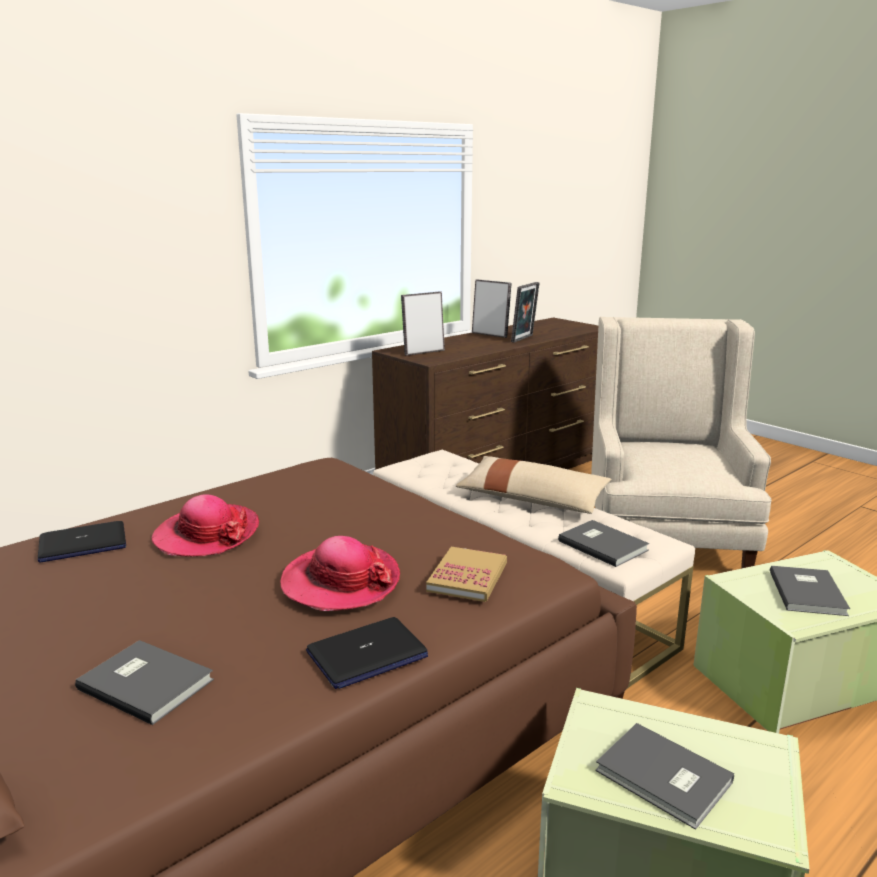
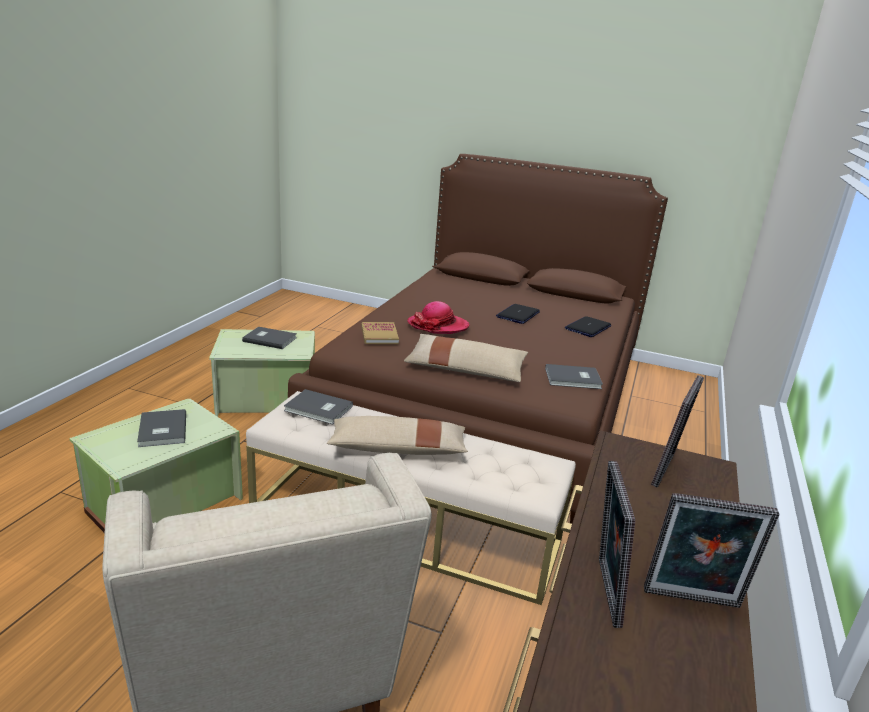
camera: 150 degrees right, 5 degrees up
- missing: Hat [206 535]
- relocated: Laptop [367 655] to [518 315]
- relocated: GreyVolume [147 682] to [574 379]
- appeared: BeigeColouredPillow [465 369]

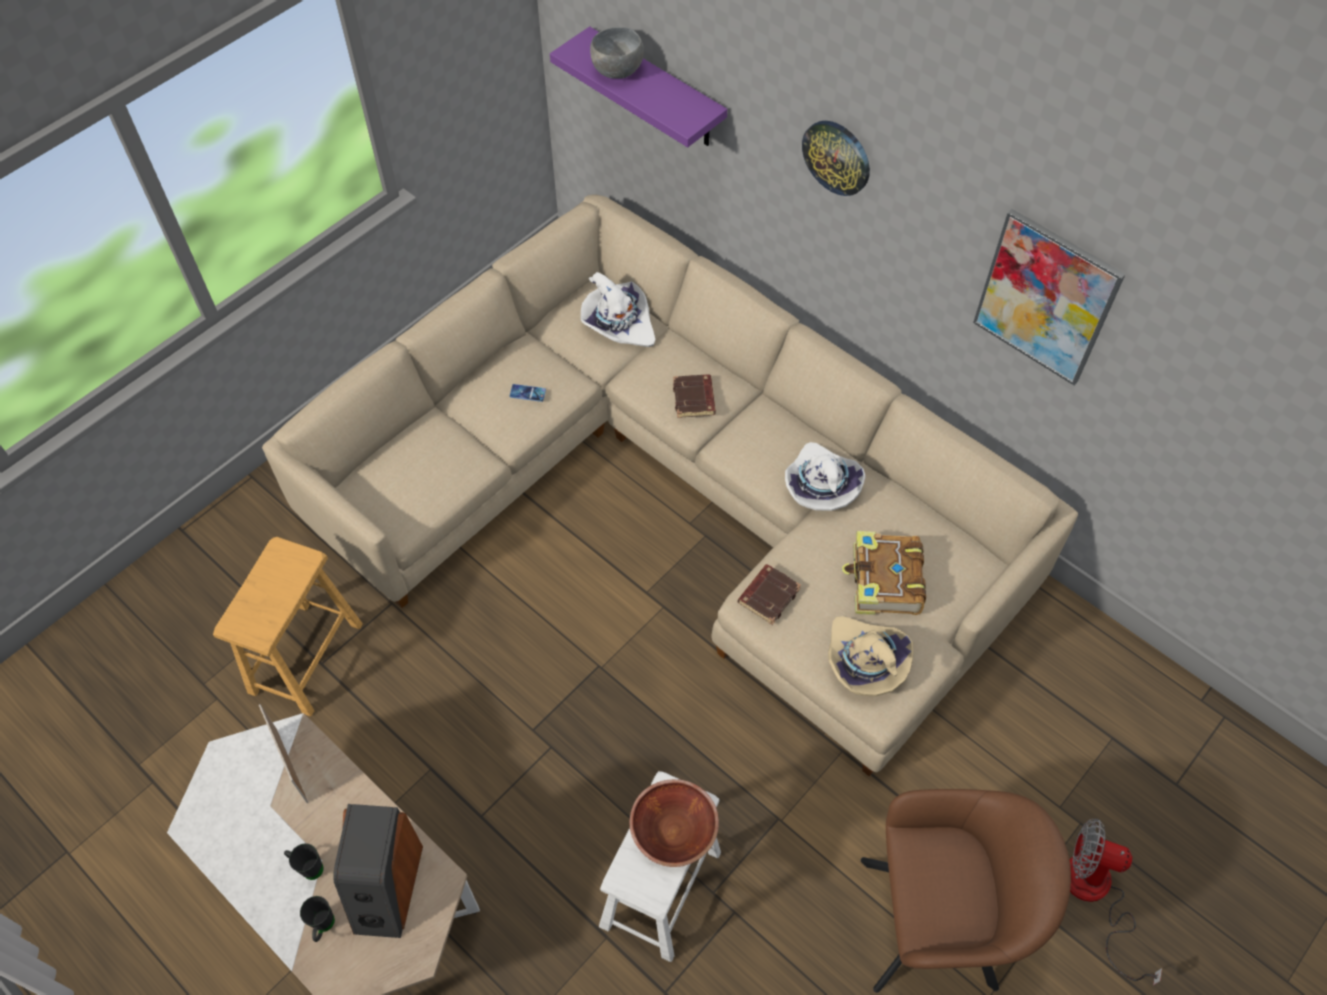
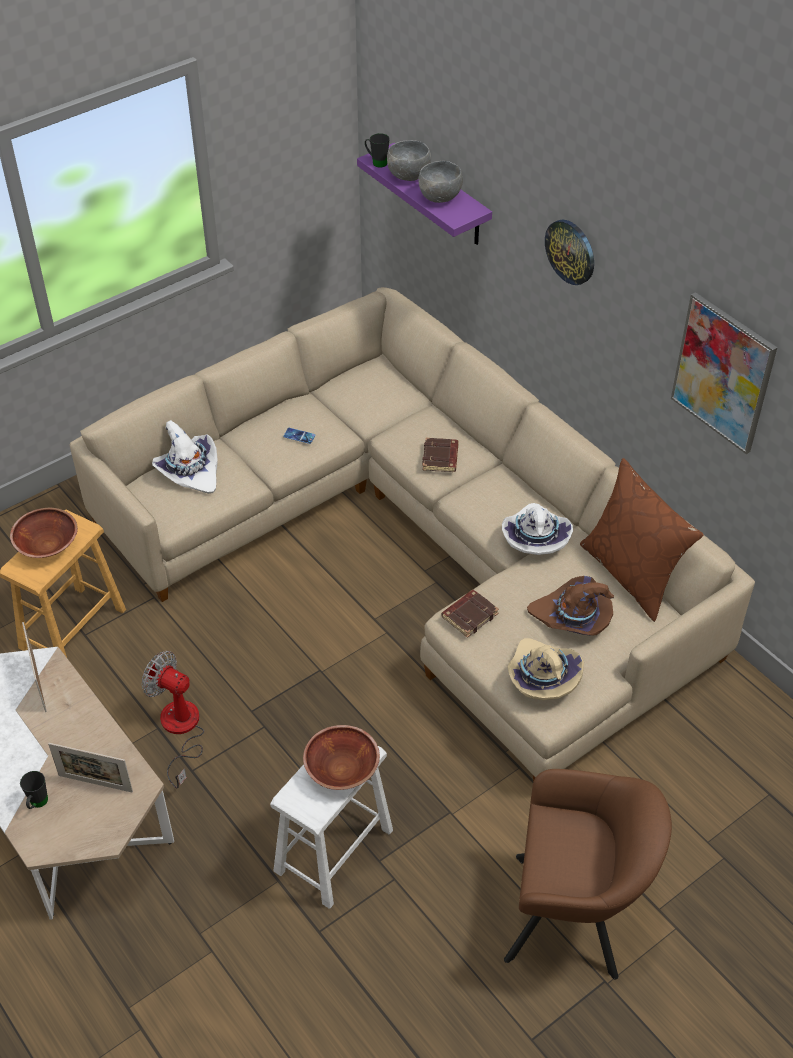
camera: 10 degrees right, 10 degrees down
- relocated: WhiteHat [618 323] to [189 470]
- exchanged: Volume [884 582] to BrownHat [573 617]
- exchanged: AudioSpeaker [386 887] to PhotoFrame [95 783]
- relocated: Fan [1095 896] to [180 730]
- relocated: BlackishMug [308 867] to [376 162]
- appeared: GreyBowl [440 198]
- appeared: BrownPillow [631 574]
- appeared: BrownBowl [47 545]

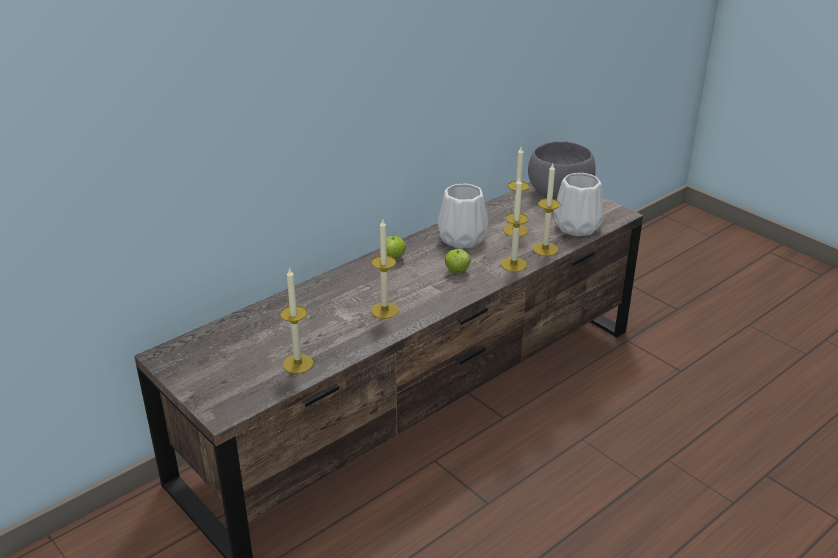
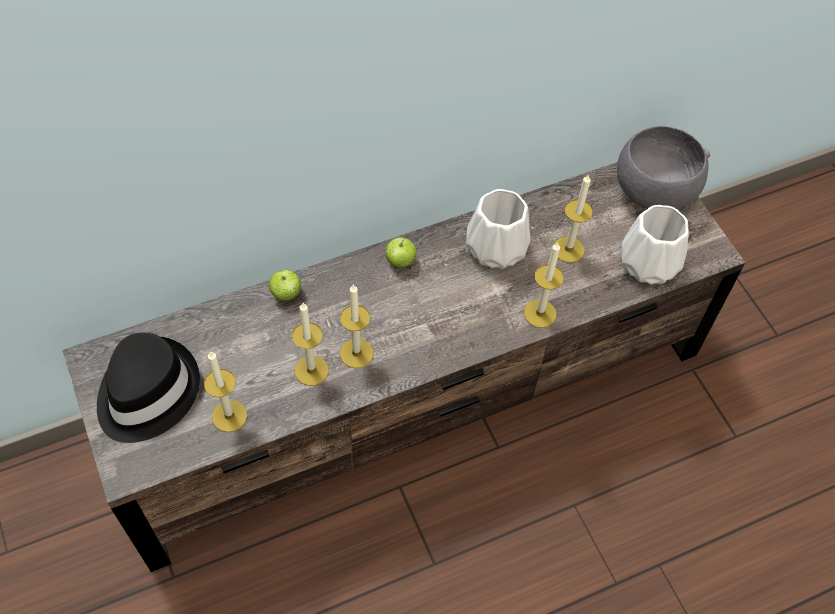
camera: 15 degrees right, 25 degrees up
- relocated: Candle [545 249] to [311 370]
- relocated: Apple [457 271] to [286 293]
- appeared: BlackishHat [146 392]

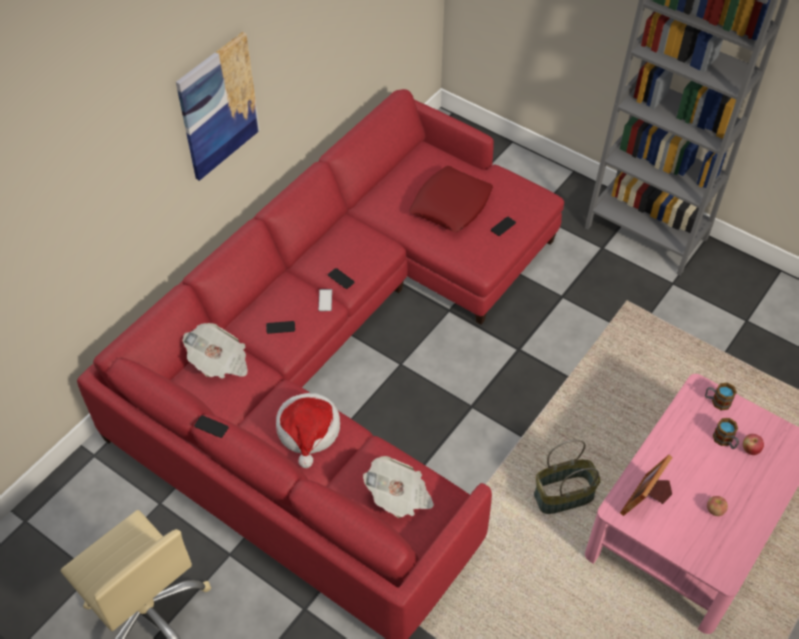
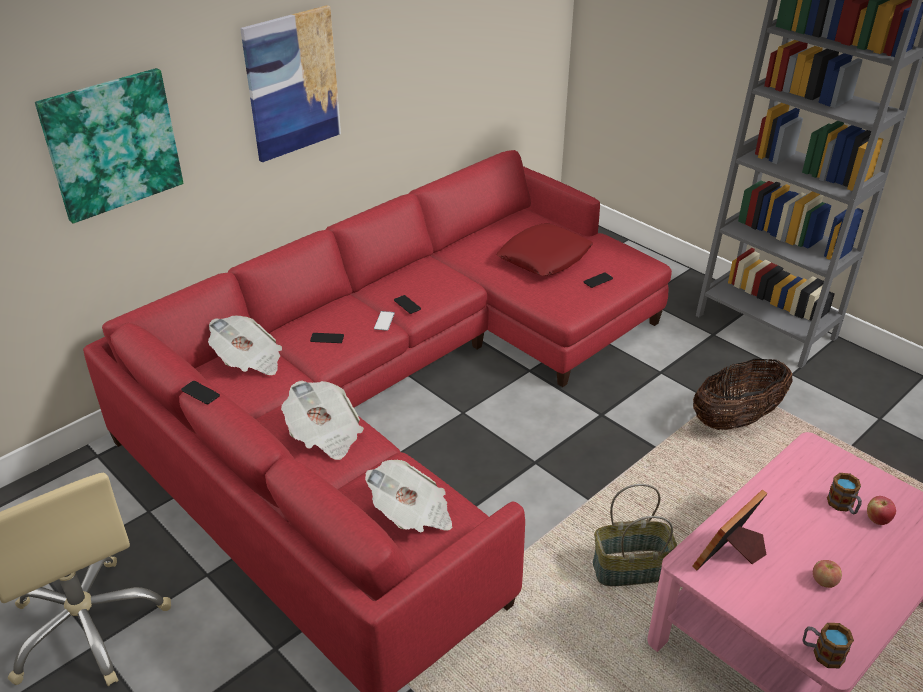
camera: 10 degrees right, 15 degrees down
- relocated: Mug [717 401] to [822 653]
- exchanged: Hat [308 431] to DailyPaper [325 435]
- appeared: WallPicture [112 144]
- appeared: HouseholdBasket [736 419]

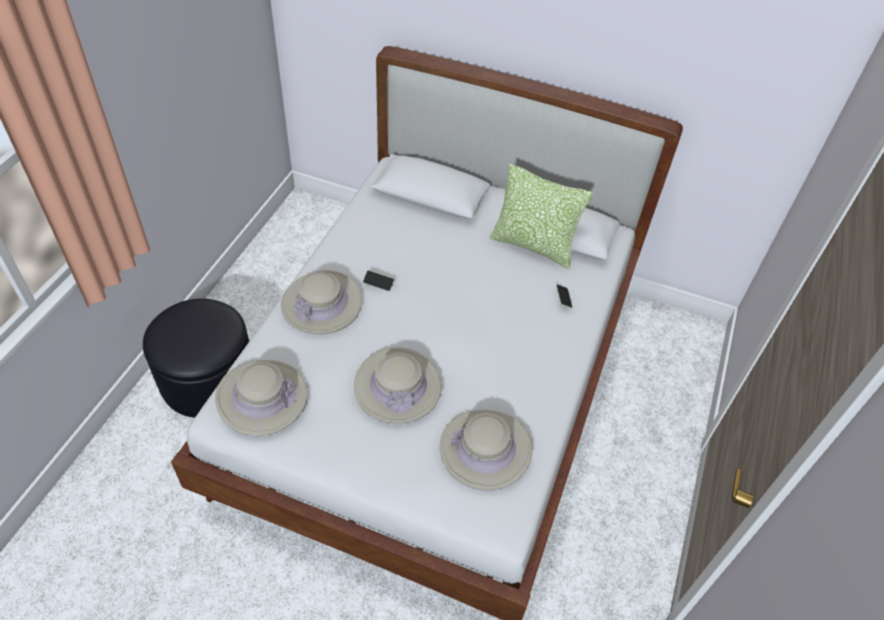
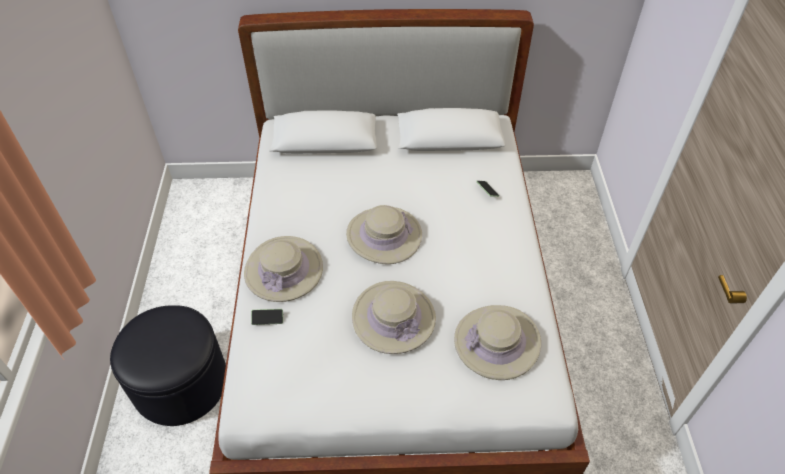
camera: 20 degrees left, 0 degrees up
- missing: Pillow [533 245]
- relocated: Telephone [378 283] to [267 319]
- relocated: BeigeColouredHat [262 397] to [384 235]

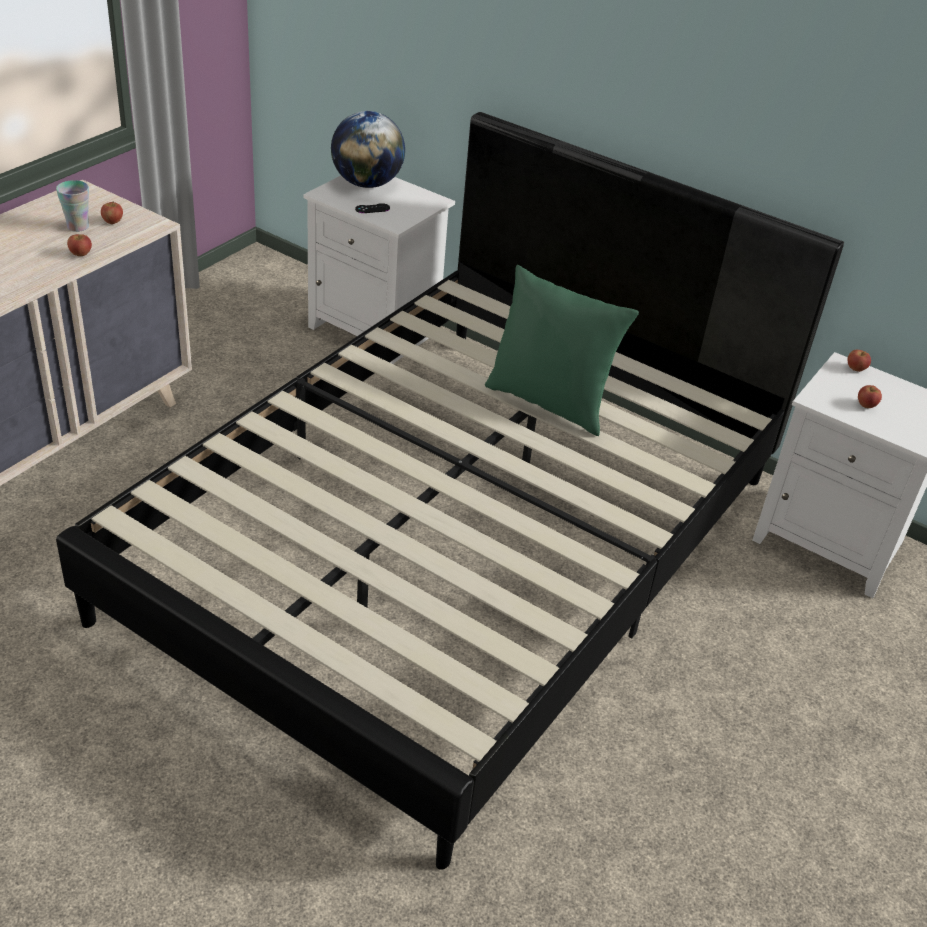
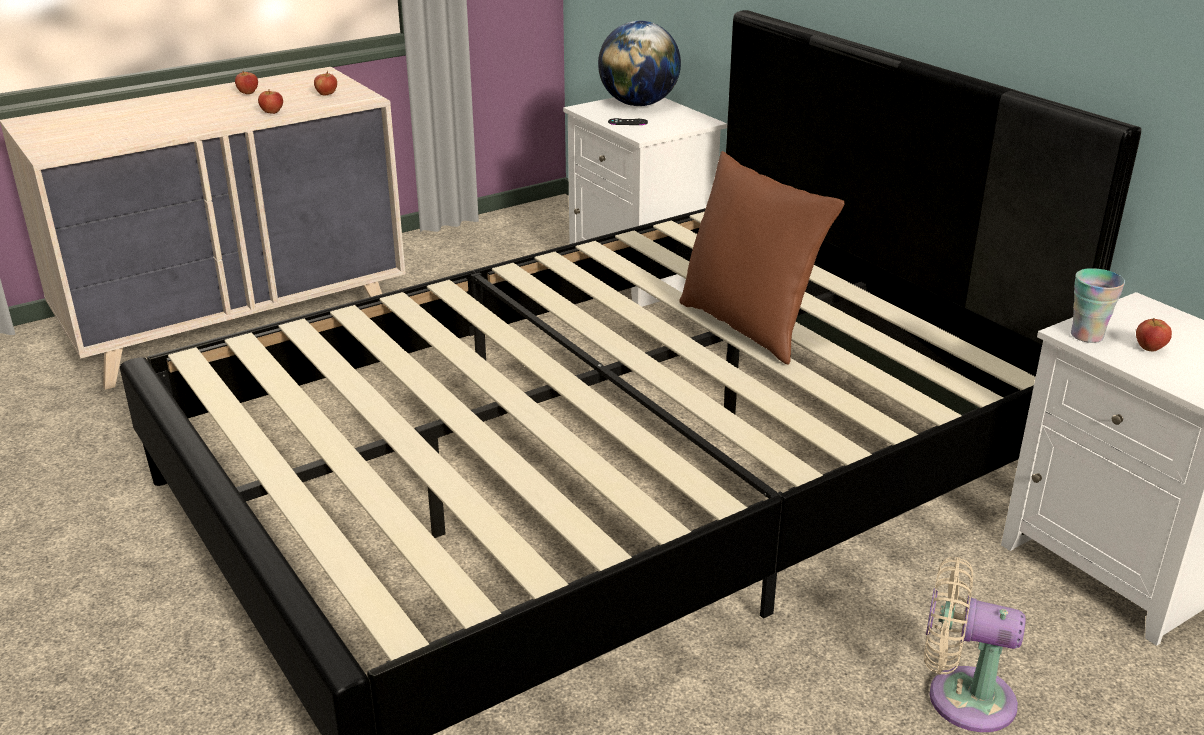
camera: 25 degrees right, 10 degrees down
- relocated: Cup [78 226] to [1087 336]
- colour: GreenPillow [549 402] to BrownPillow [749 326]
- relocated: Apple [855 369] to [248 93]
- appeared: BeigeColouredFan [961 697]

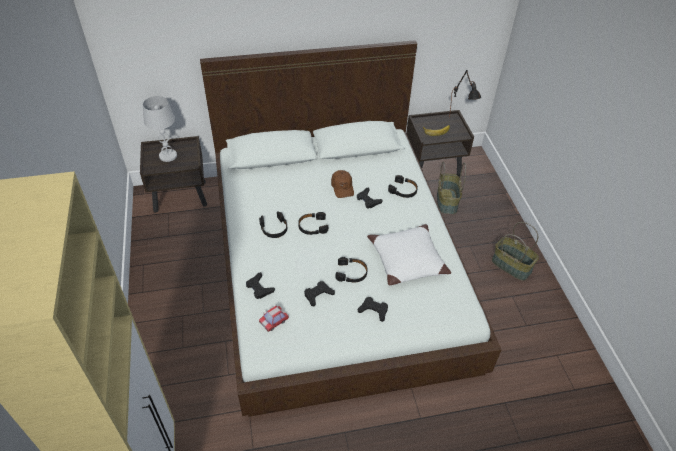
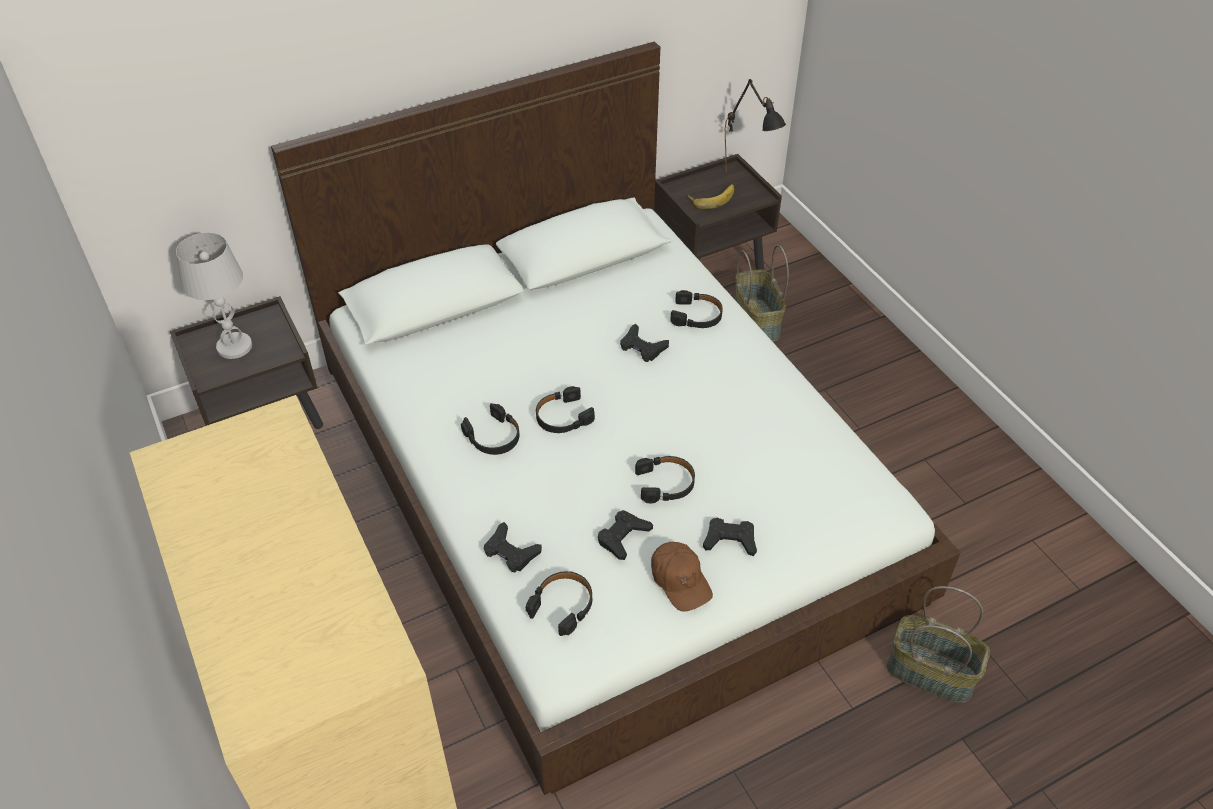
camera: 15 degrees left, 0 degrees up
- relocated: BrownPeakedCap [342 187] to [680 580]
- relocated: HouseholdBasket [512 266] to [932 671]
- missing: WhitePillow [407 260]
- exchanged: MiniatureCar [274 321] to BlackishHeadphones [563 605]

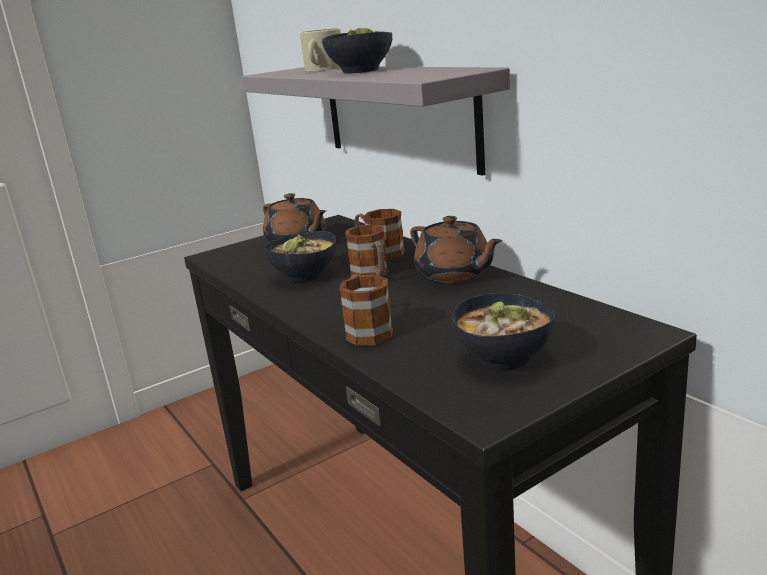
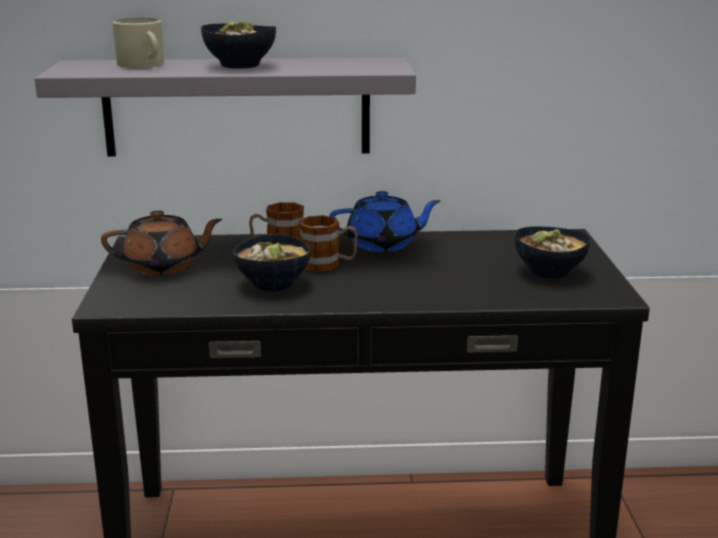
camera: 60 degrees left, 0 degrees up
- colour: BrownPotForTea [454 274] to BluePotForTea [383 244]
- missing: Mug [366 330]

